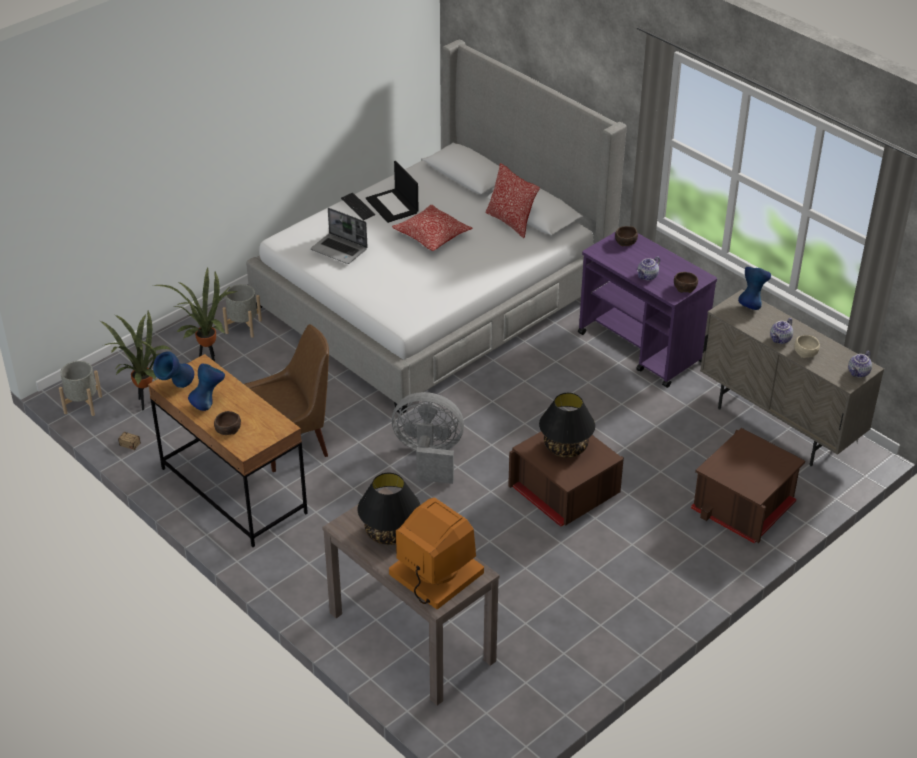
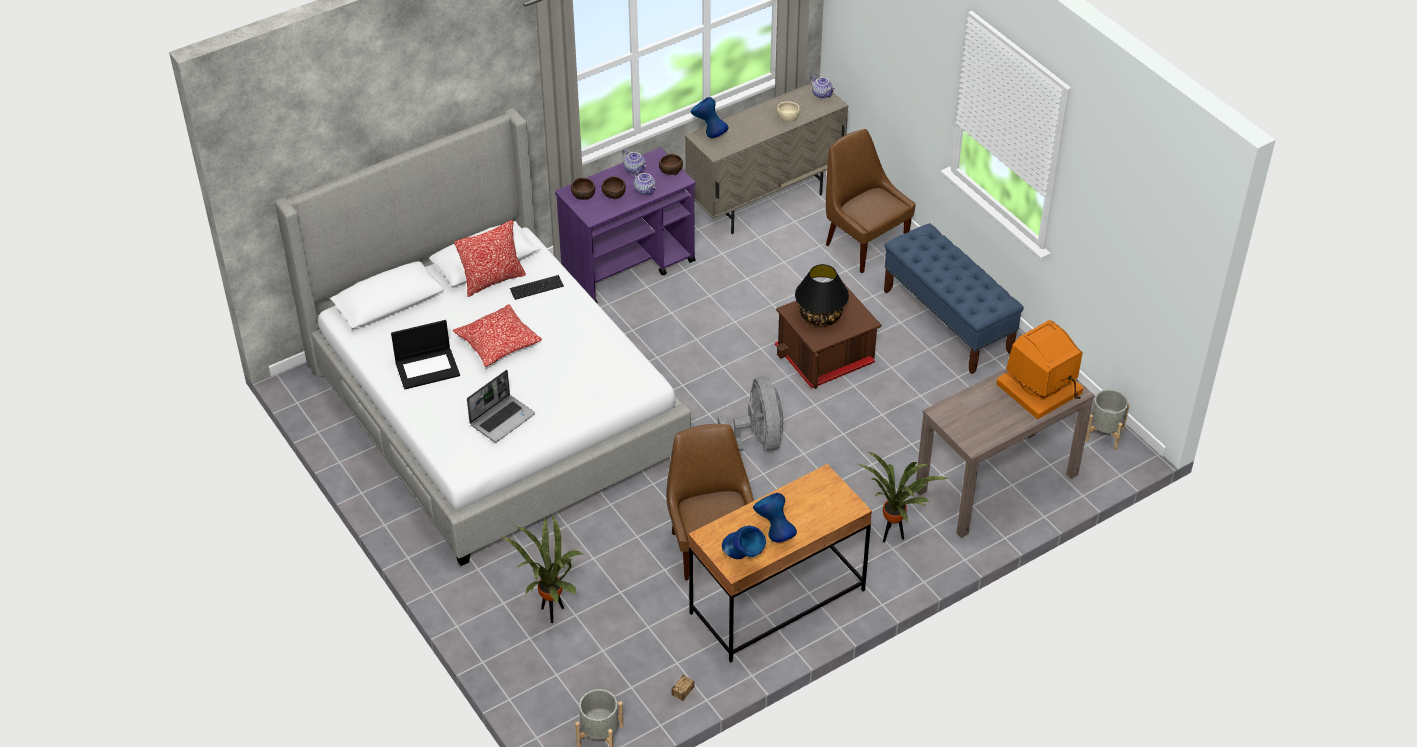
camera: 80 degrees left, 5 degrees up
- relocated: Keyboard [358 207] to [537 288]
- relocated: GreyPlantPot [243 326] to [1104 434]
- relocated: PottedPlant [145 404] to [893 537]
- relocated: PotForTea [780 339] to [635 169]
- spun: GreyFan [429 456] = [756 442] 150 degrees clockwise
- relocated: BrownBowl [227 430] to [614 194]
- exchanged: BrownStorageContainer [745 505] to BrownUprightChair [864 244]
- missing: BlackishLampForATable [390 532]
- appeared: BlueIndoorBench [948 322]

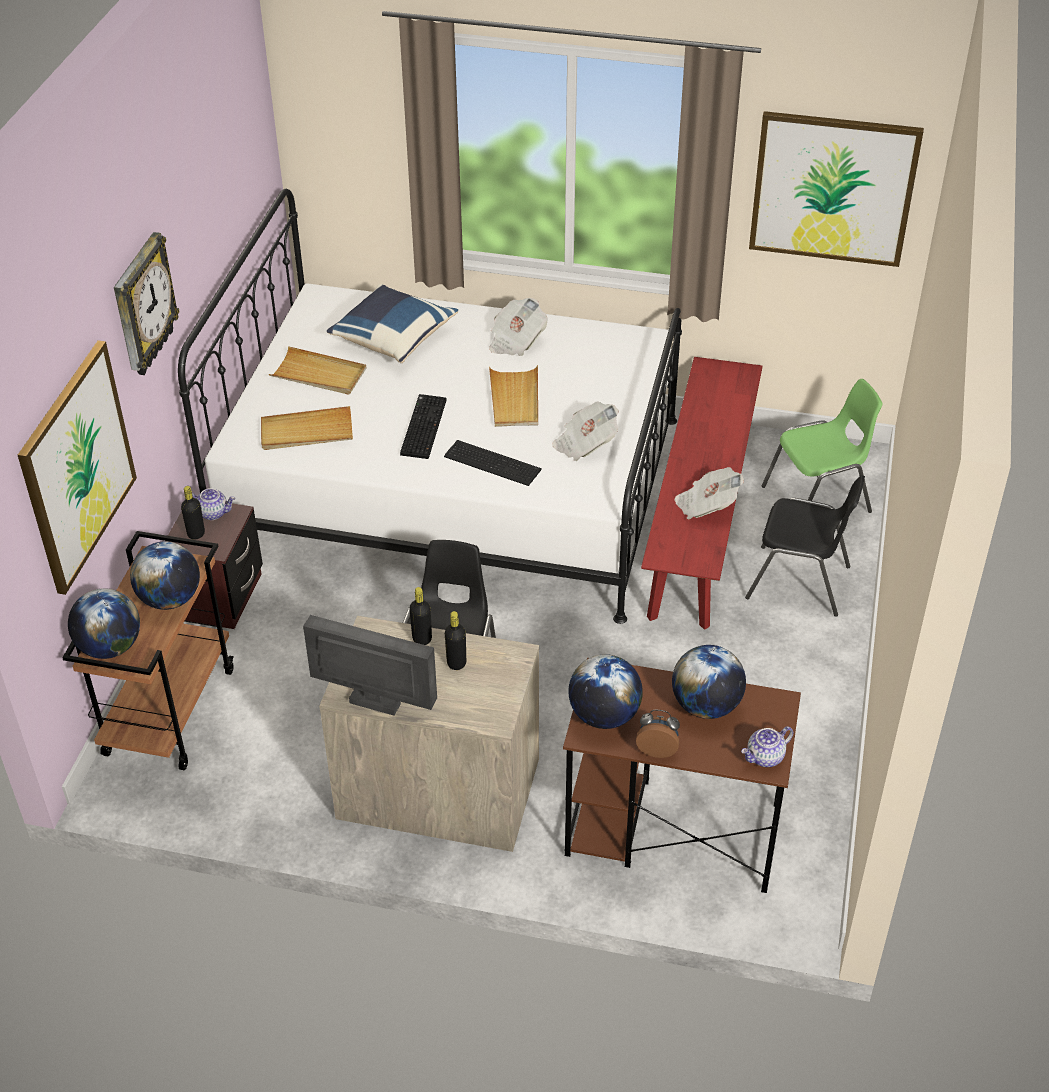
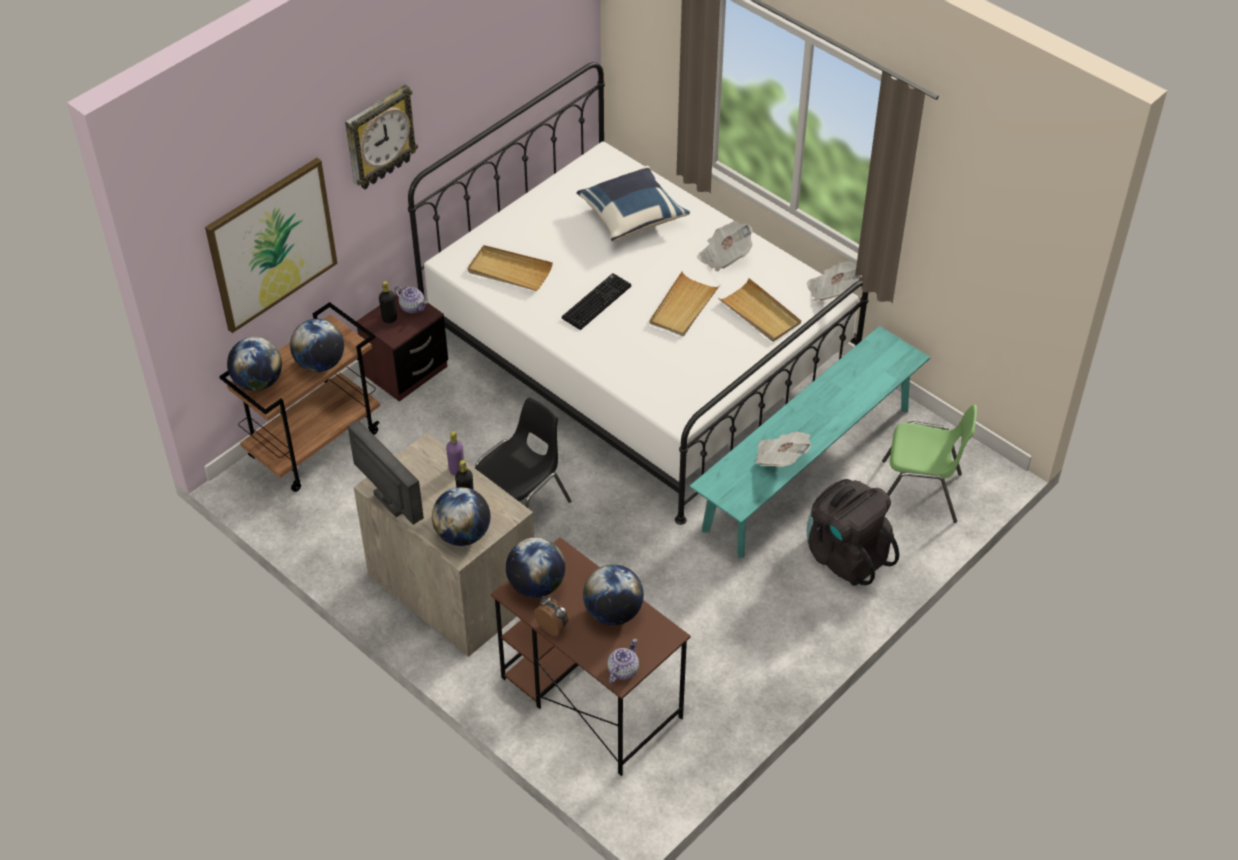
camera: 30 degrees right, 5 degrees up
- missing: WallPicture [833 188]
- relocated: BeigeColouredCarryingTray [319 374] to [760 313]
- colour: ReddishIndoorBench [700 521] to TurquoiseColouredIndoorBench [807 468]
- relocated: DailyPaper [585 444] to [832 291]
- missing: Keyboard [492 461]
- exchanged: BlackishUprightChair [800 582] to BlackishKnapsack [845 555]
- colour: BlackishDrinkBottle [422 639] to PurplishDrinkBottle [456 470]
- spun: PotForTea [765 757] = [622 670] 120 degrees clockwise
- appeared: DeskGlobe [463 534]

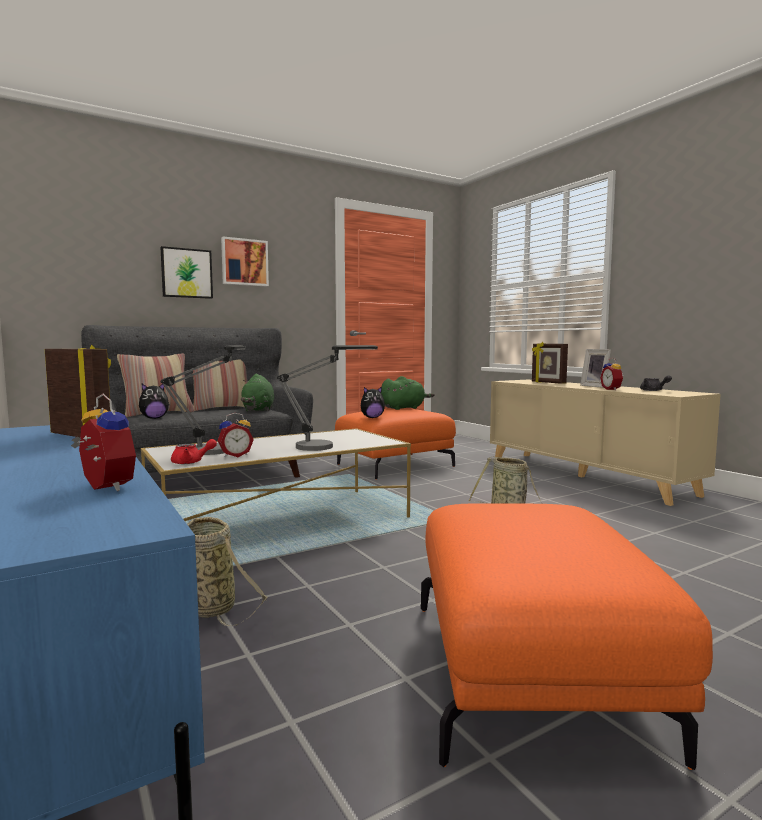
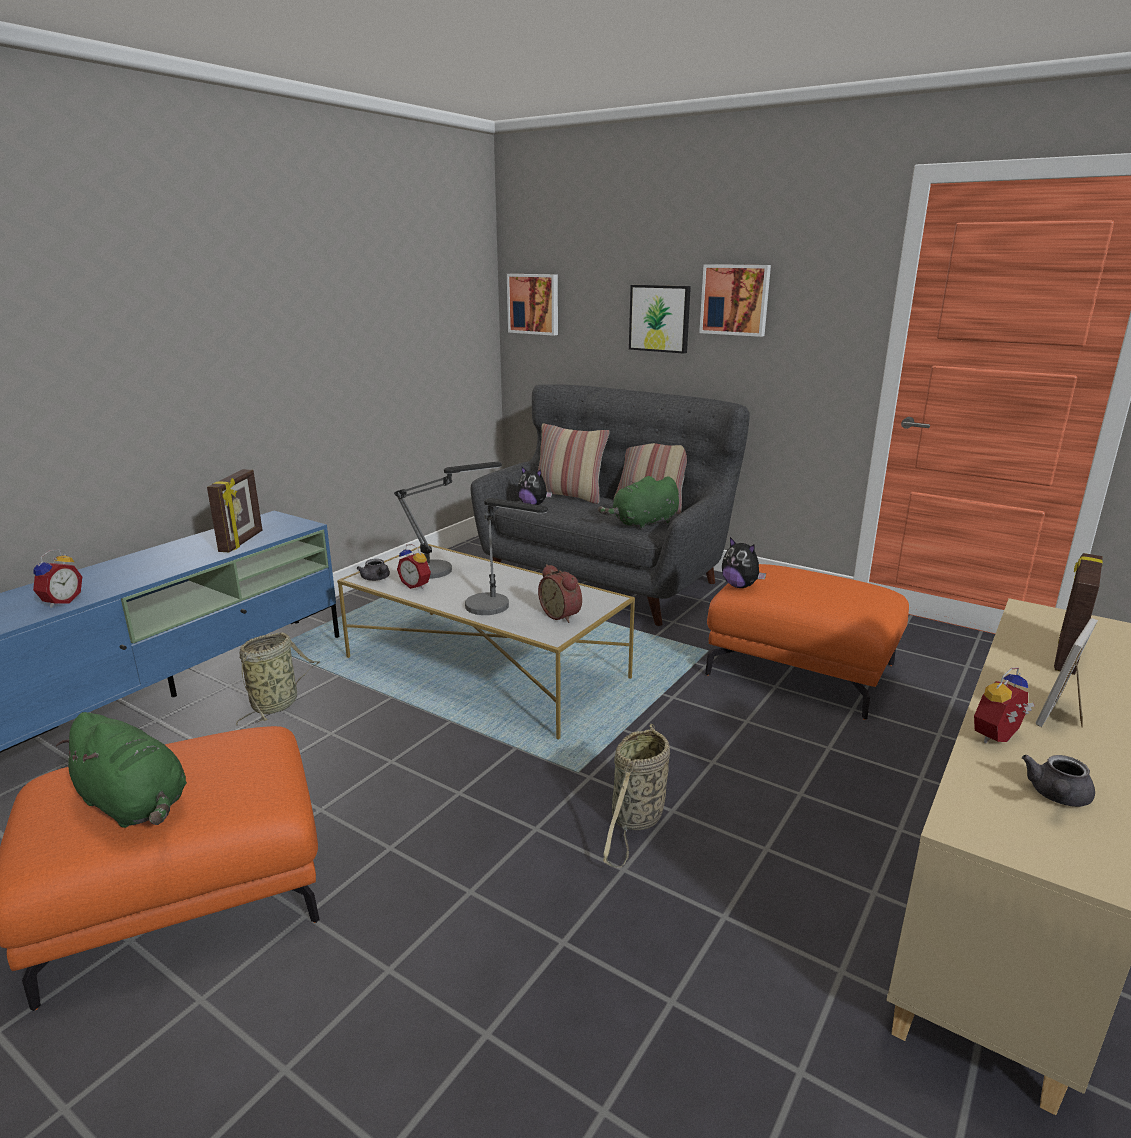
camera: 65 degrees right, 15 degrees up
- relocated: GreenSoftToy [404 408] to [136 805]
- colour: ReddishPotForTea [191 462] to GreyPotForTea [376 579]
- appeared: WallPicture [534 304]
- appeared: BedsideClock [562 615]

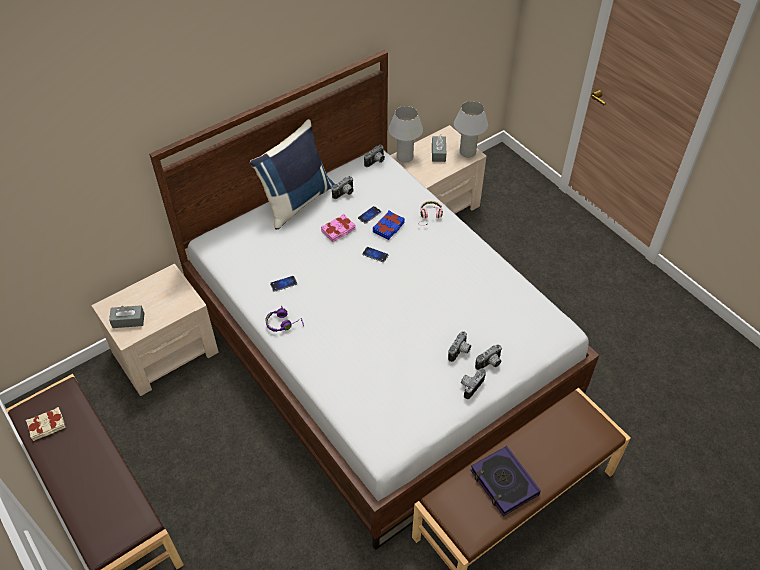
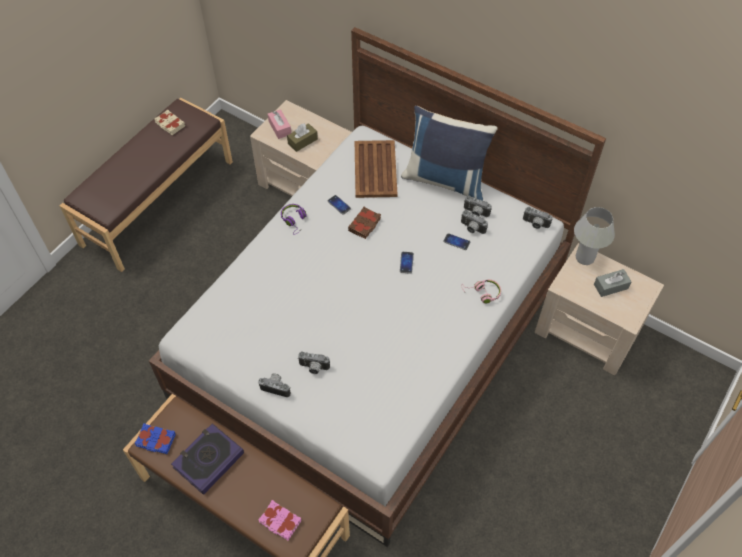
camera: 70 degrees right, 5 degrees up
- missing: WhiteLampForATable [467 152]
- relocated: BlueVolume [389 227] to [156 440]
- relocated: PinkishVolume [338 230] to [280 522]
- colour: GreyTissueHolder [128 320] to PinkishTissueHolder [280 128]
- relocated: StillCamera [490 364] to [471 229]
- appeared: BrownTissueHolder [302 141]
- appeared: BrownCarryingTray [375 169]
- appeared: BrownVolume [365 225]

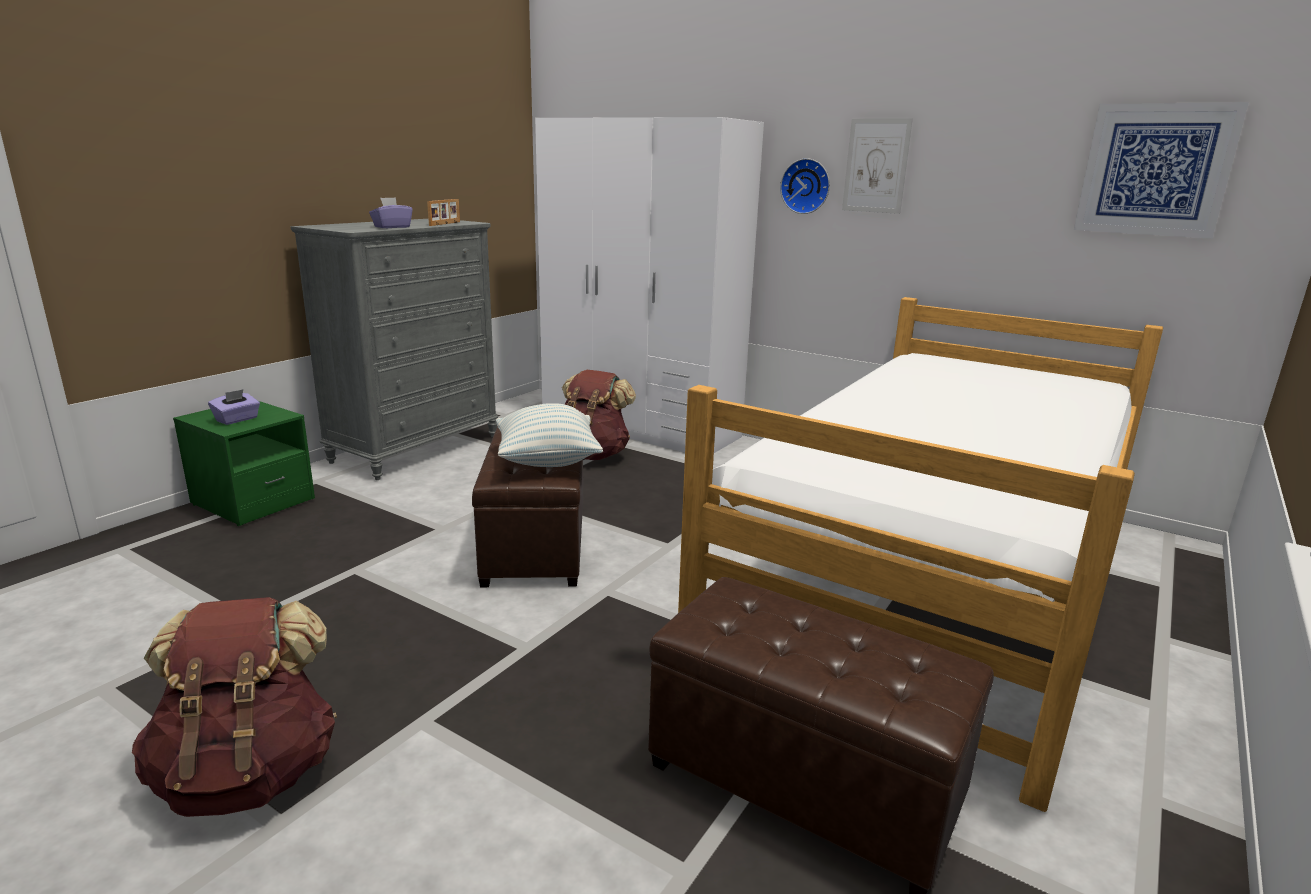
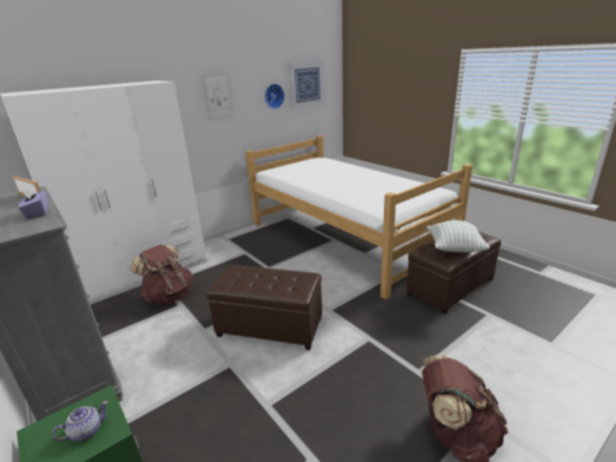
camera: 70 degrees left, 5 degrees up
- relocated: WallClock [806 186] to [273 96]
- exchanged: PurplishTissueHolder [237 419] to PotForTea [86 431]
- relocated: Pillow [547 461] to [454 249]

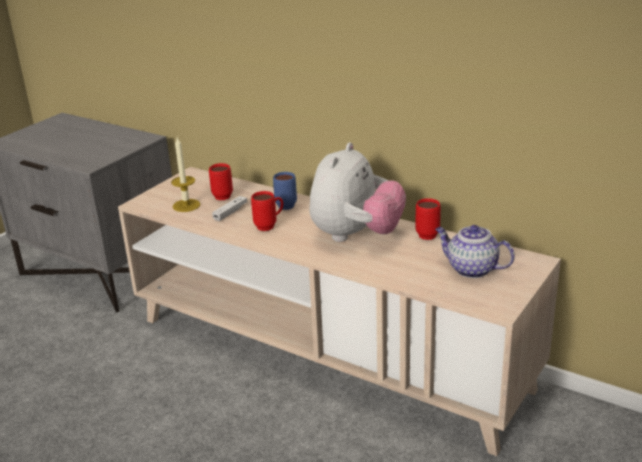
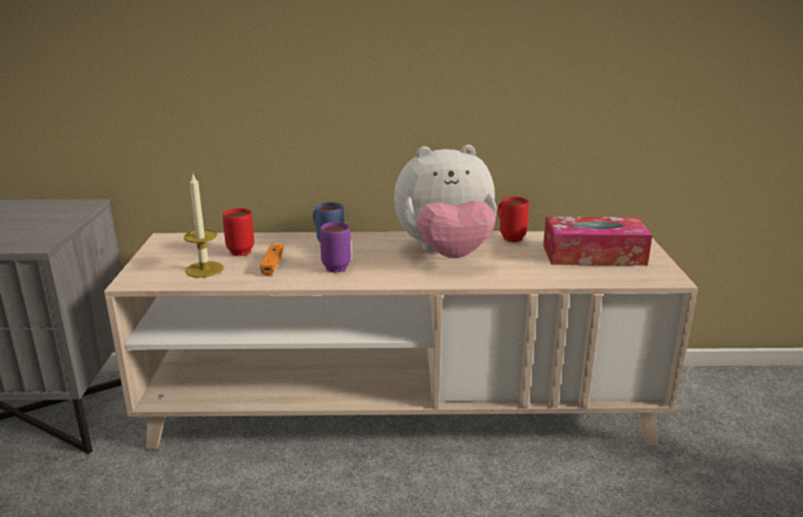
camera: 35 degrees left, 5 degrees down
- spun: SoftToy [356 236] = [446 254] 90 degrees clockwise
- colour: ReddishMug [269 226] to PurplishMug [339 266]
- colour: WhiteGamepad [230 212] to OrangeGamepad [272 264]
- exchanged: PotForTea [471 269] to TissueHolder [593 255]

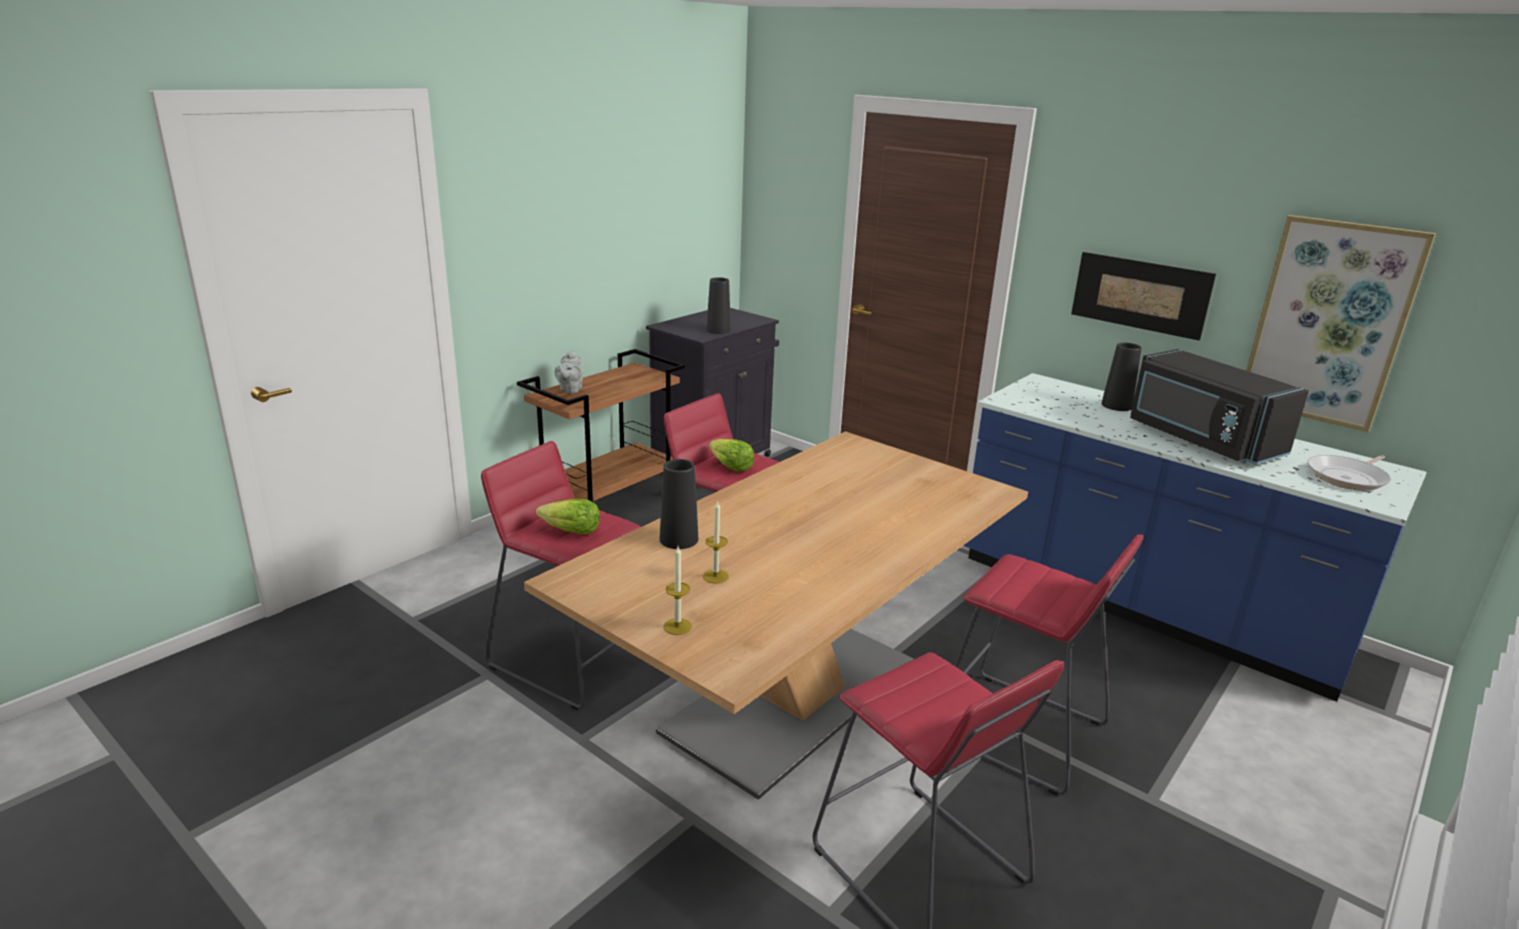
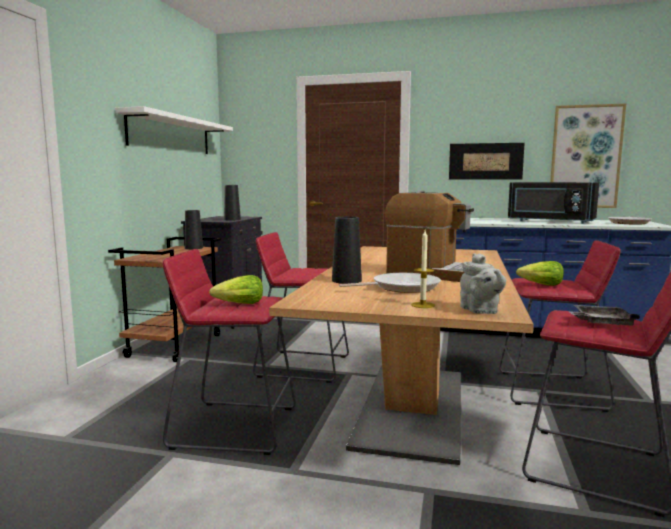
camera: 25 degrees left, 15 degrees down
- relocated: BlackishDecorativeVase [1116 405] to [194 248]
- relocated: GreyPotForTea [570 390] to [480 311]
- relocated: HeadOfLettuce [730 467] to [541 285]
- exchanged: Candle [715 576] to Pan [401 287]
- appeared: WhiteWallShelf [171 134]
- appeared: CoffeeMaker [434 274]
- appeared: GreyCarryingTray [600 323]

